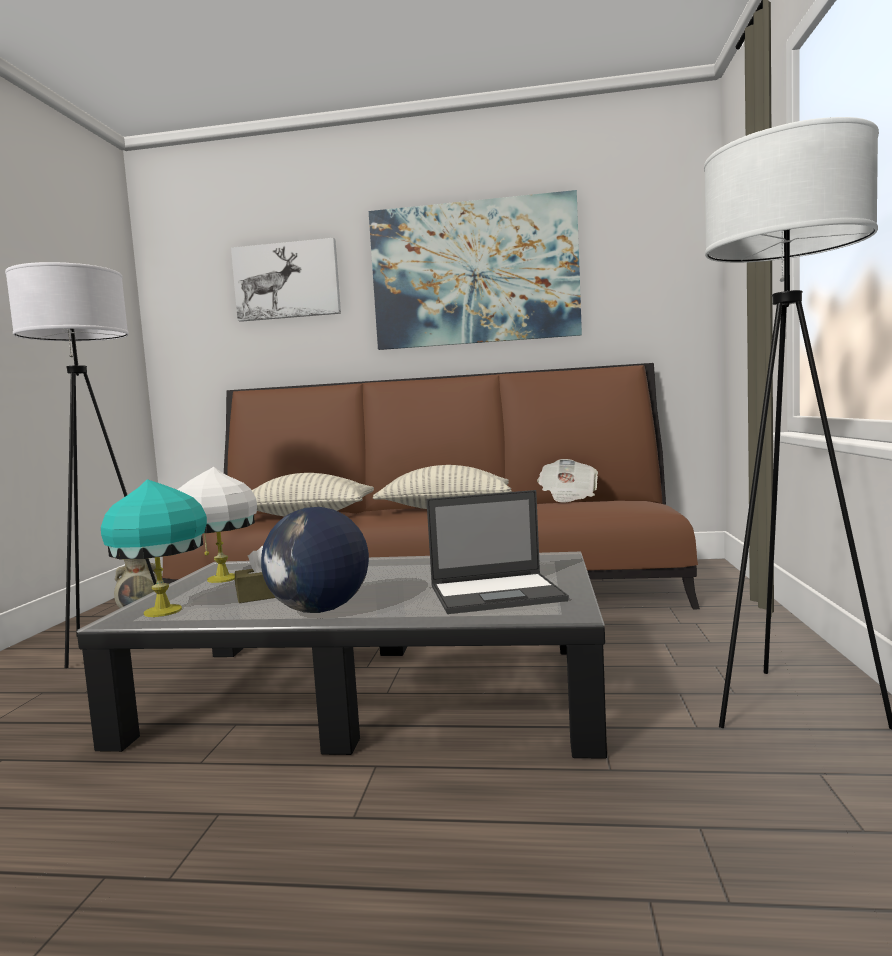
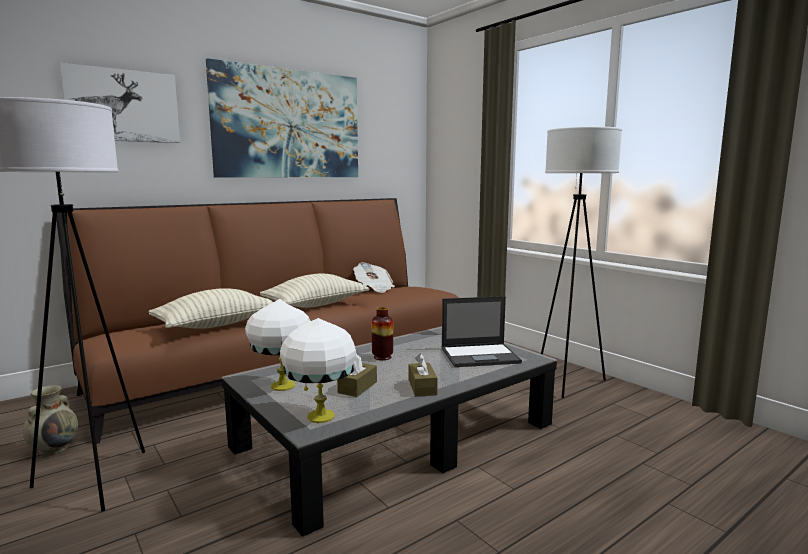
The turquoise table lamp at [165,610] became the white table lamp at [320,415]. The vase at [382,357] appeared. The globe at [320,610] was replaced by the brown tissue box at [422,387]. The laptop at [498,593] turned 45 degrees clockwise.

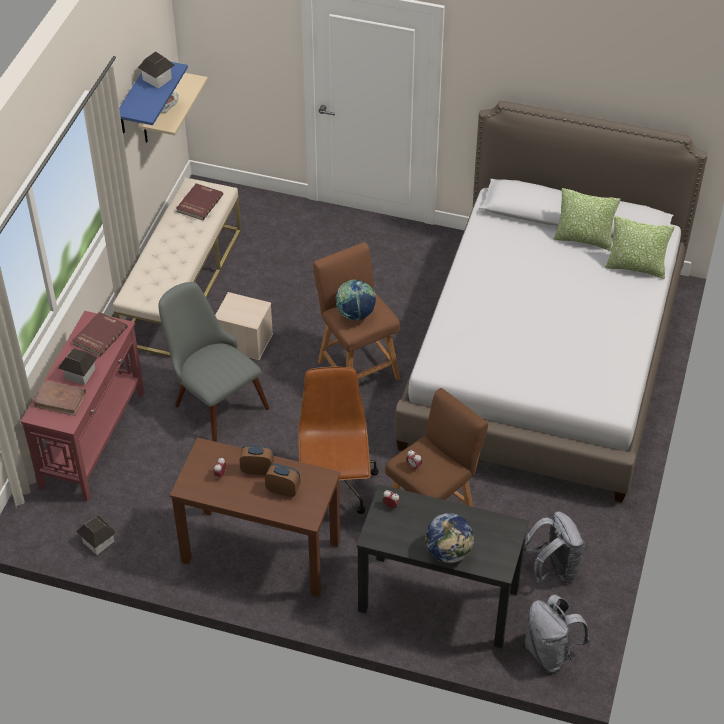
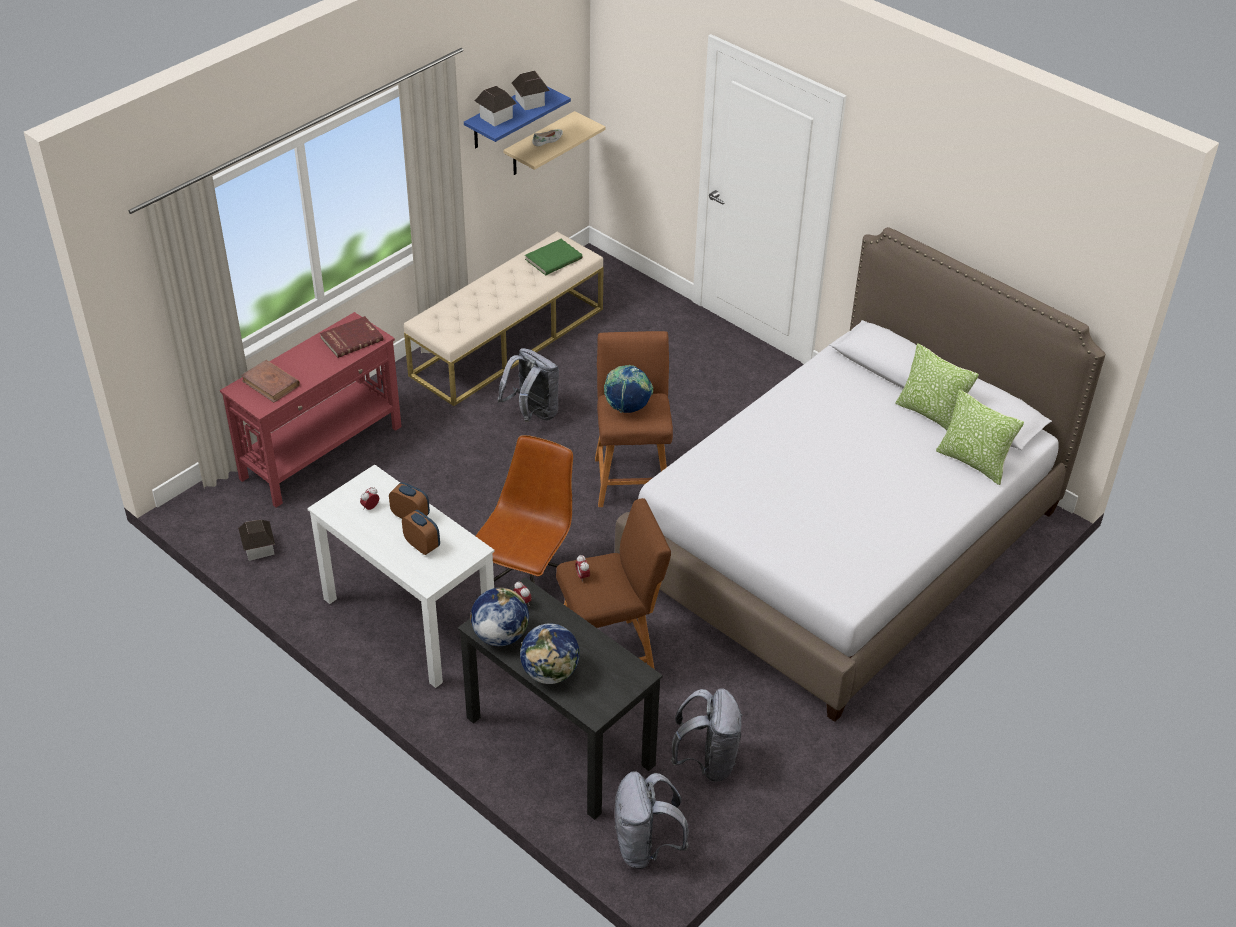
The brown desk at [260,551] became the white desk at [408,619]. The globe at [500,635] appeared. The toy house moved from [80,374] to [496,117]. The beige storage box at [244,341] was replaced by the grey backpack at [532,414]. The red book at [199,203] became the green book at [553,258]. The grey chair at [213,400] disappeared.

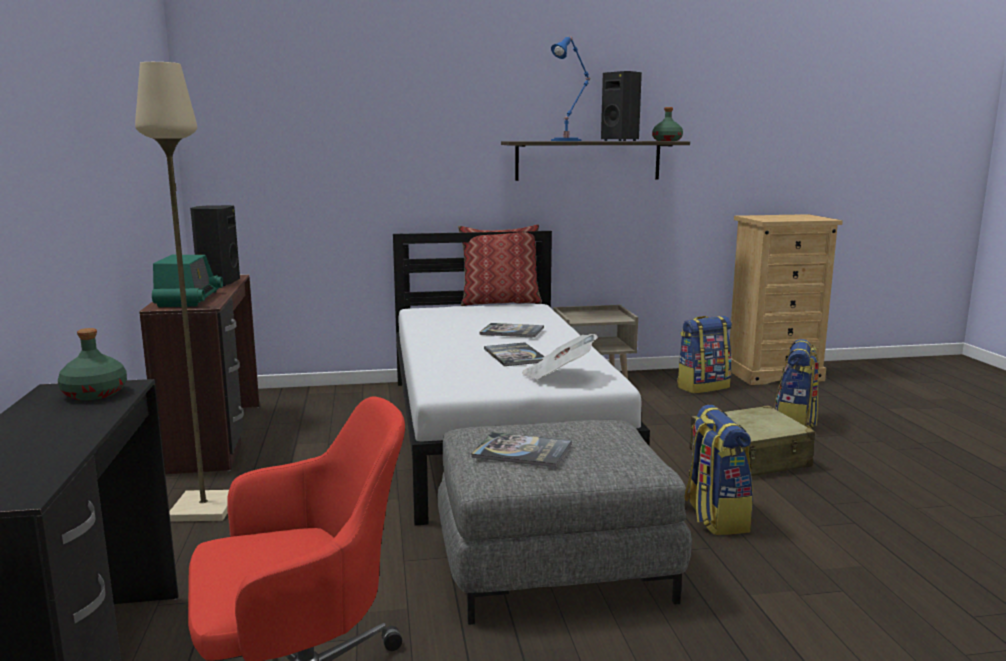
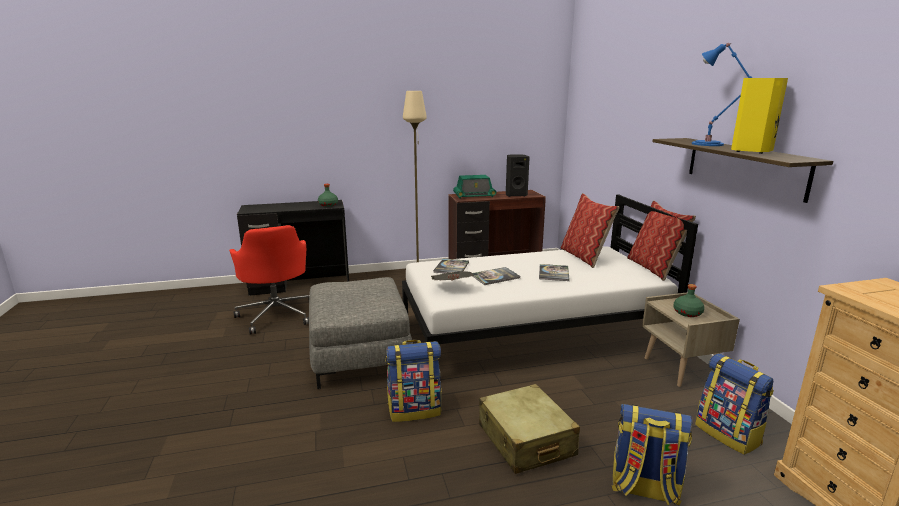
The book moved from [522,451] to [451,267]. The pillow at [584,257] appeared. The green bottle moved from [667,140] to [687,313]. The black speaker at [621,140] became the yellow speaker at [752,151].

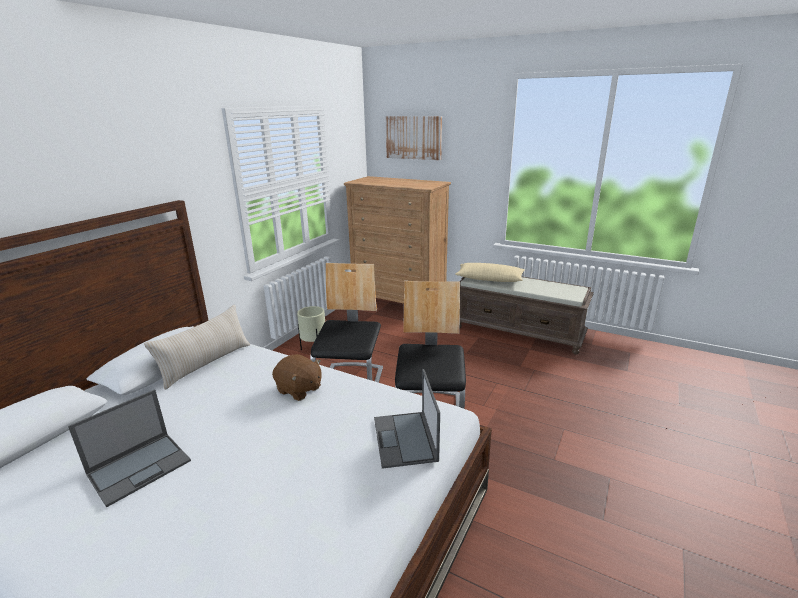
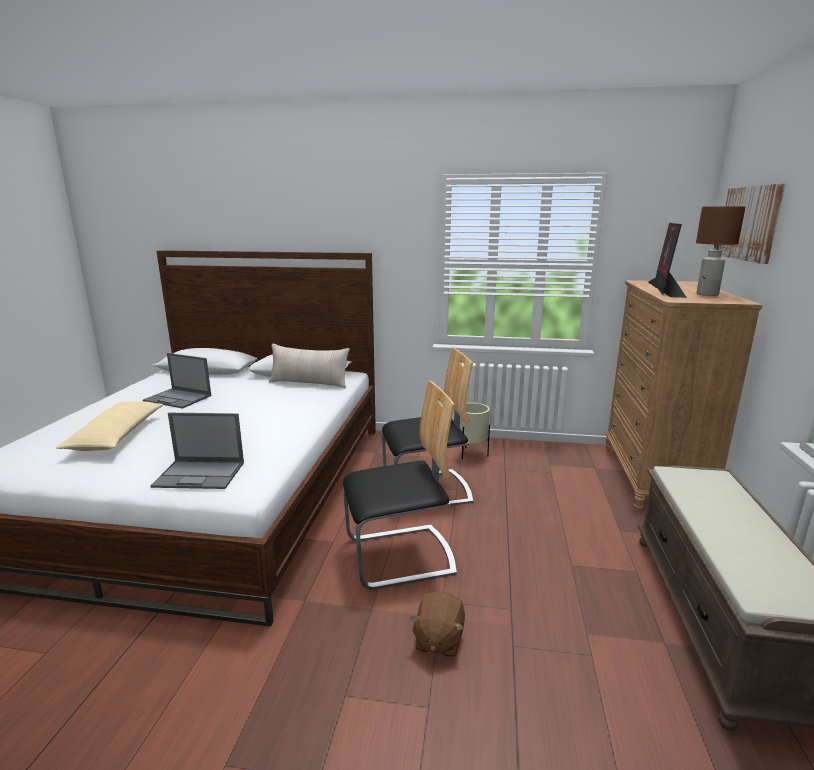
The beige pillow moved from [489,279] to [117,436]. The laptop at [405,439] turned 150 degrees counterclockwise. The brown plush toy moved from [299,390] to [438,640]. The monitor at [665,289] appeared. The brown table lamp at [707,294] appeared.

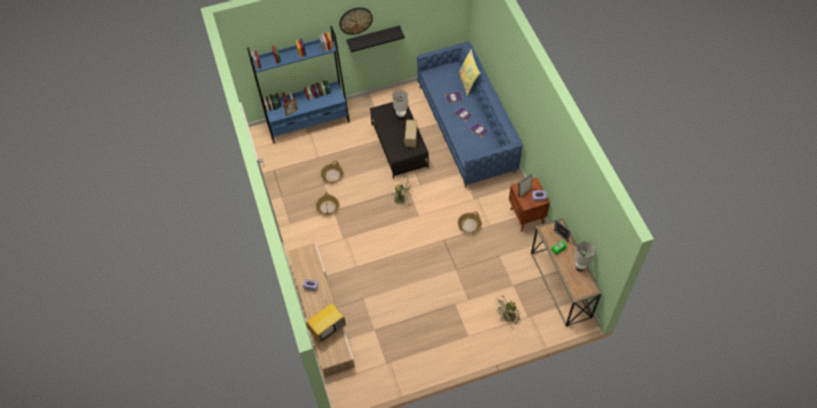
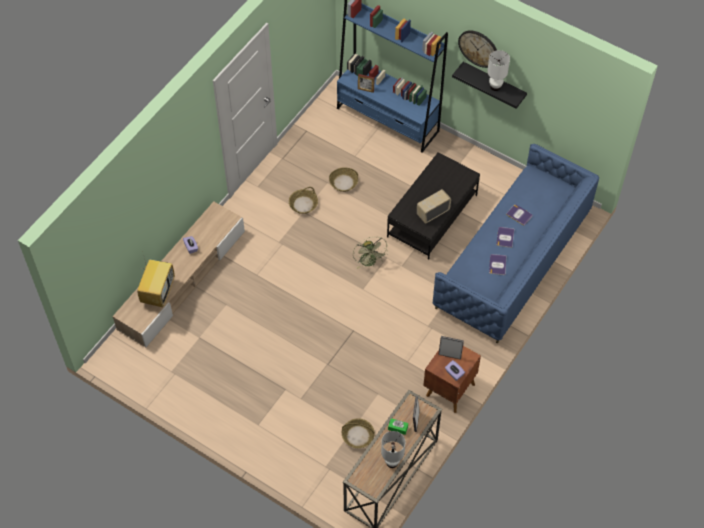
The television at [328,328] turned 90 degrees counterclockwise. The basket moved from [469,225] to [357,436]. The white table lamp moved from [401,116] to [495,87]. The yellow pillow at [468,82] disappeared. The green fan at [507,318] disappeared.

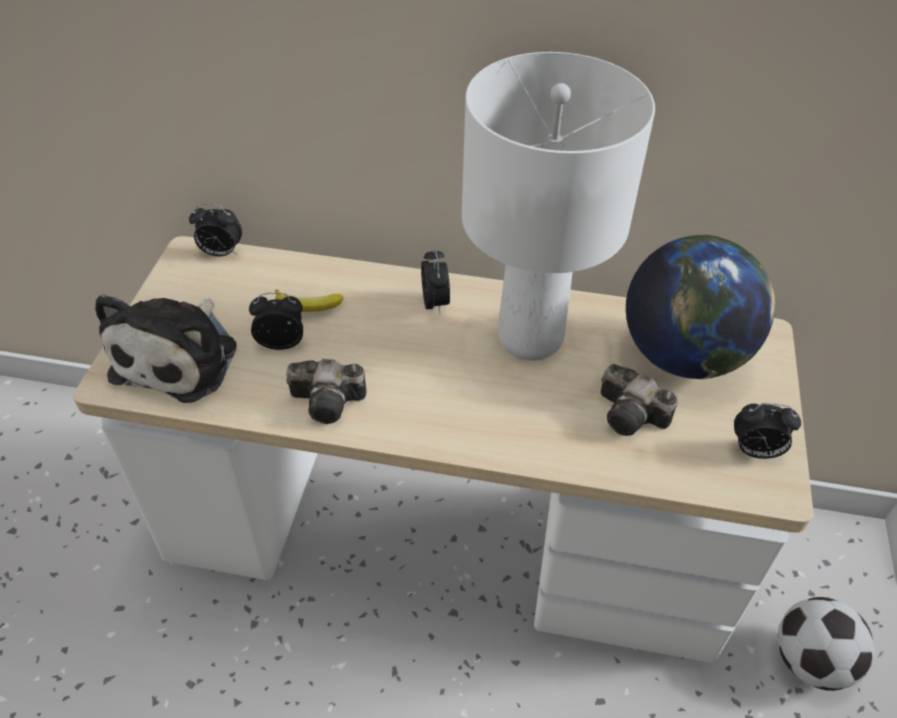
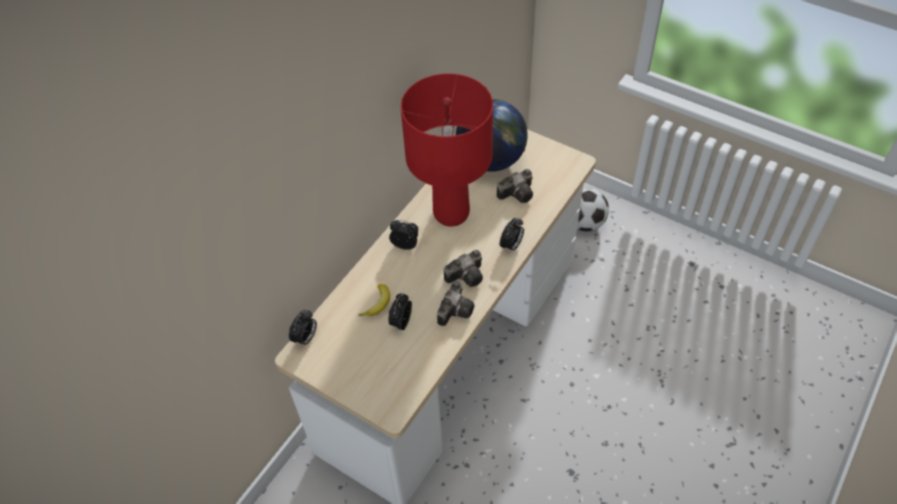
The white table lamp at [528,338] became the red table lamp at [451,214]. The photo camera at [467,275] appeared. The alarm clock moved from [754,451] to [511,246]. The plush toy at [180,357] disappeared.

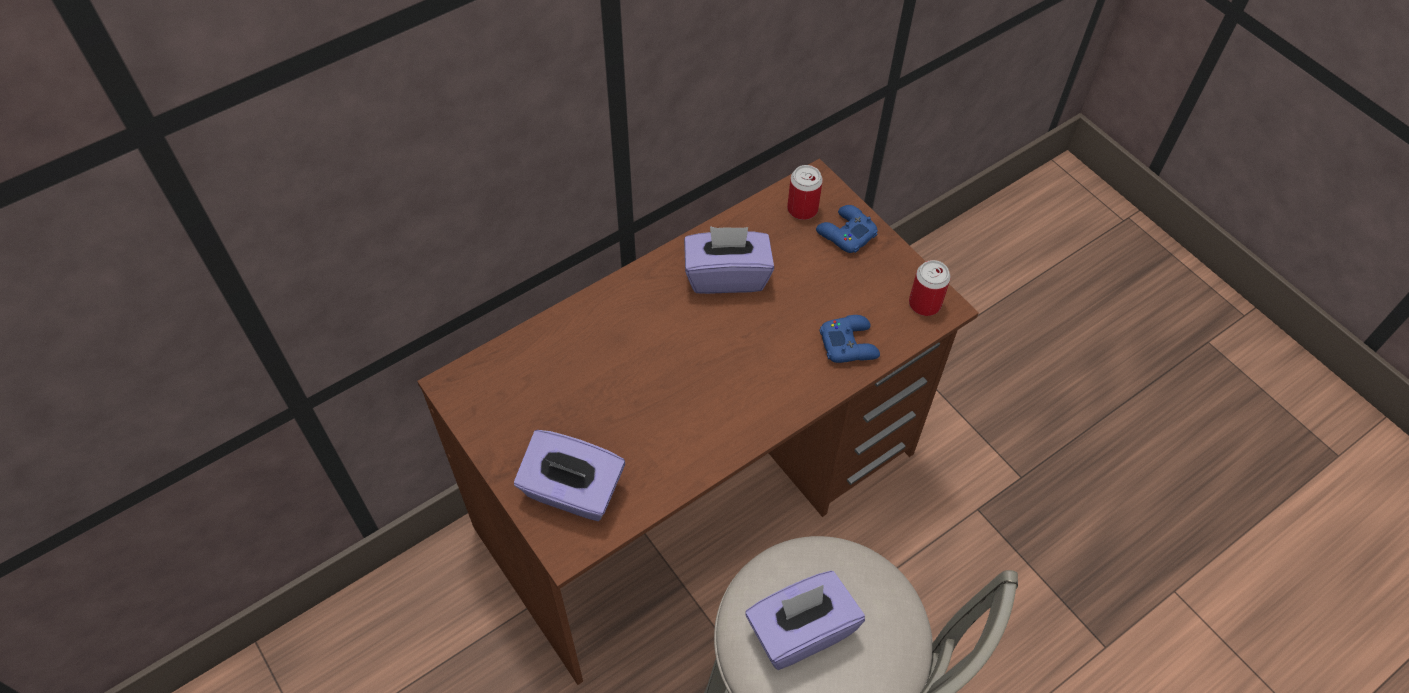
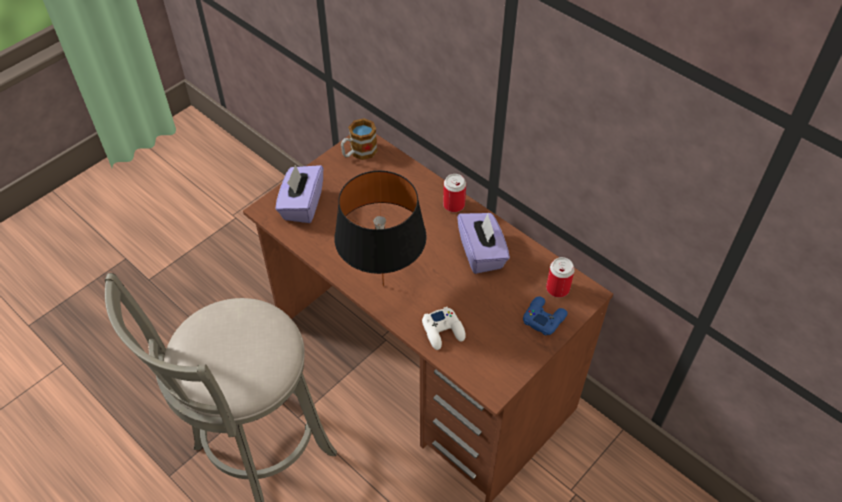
The black table lamp at [384,285] appeared. The mug at [359,153] appeared. The blue game controller at [849,344] became the white game controller at [443,331]. The can moved from [924,304] to [454,205]. The purple tissue box at [800,630] disappeared.

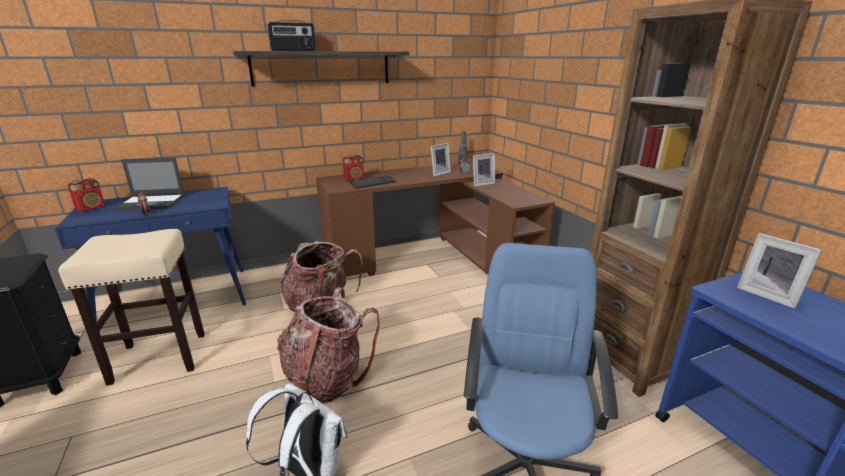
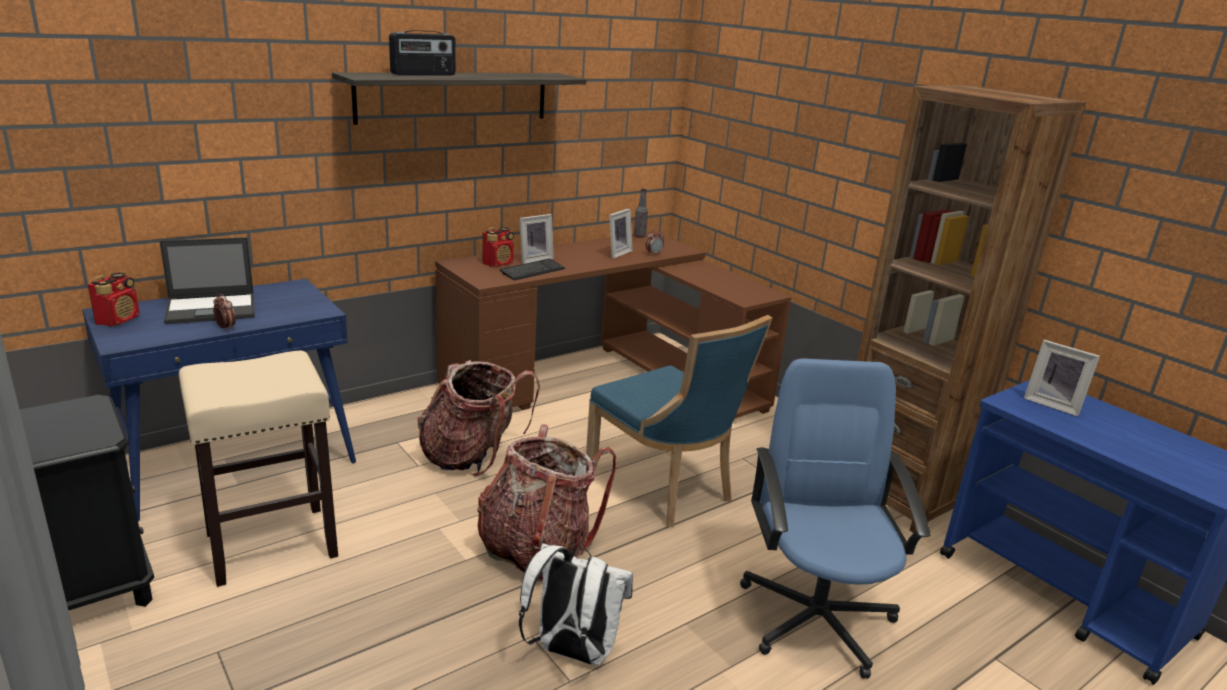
The picture frame moved from [482,184] to [534,259]. The blue chair at [665,488] appeared.

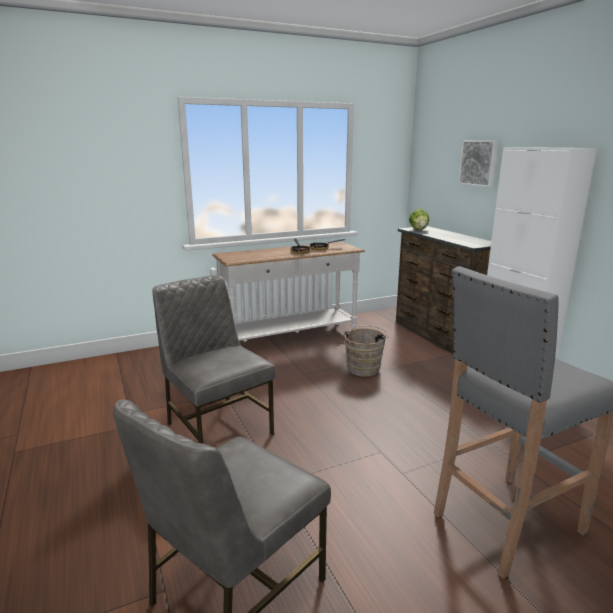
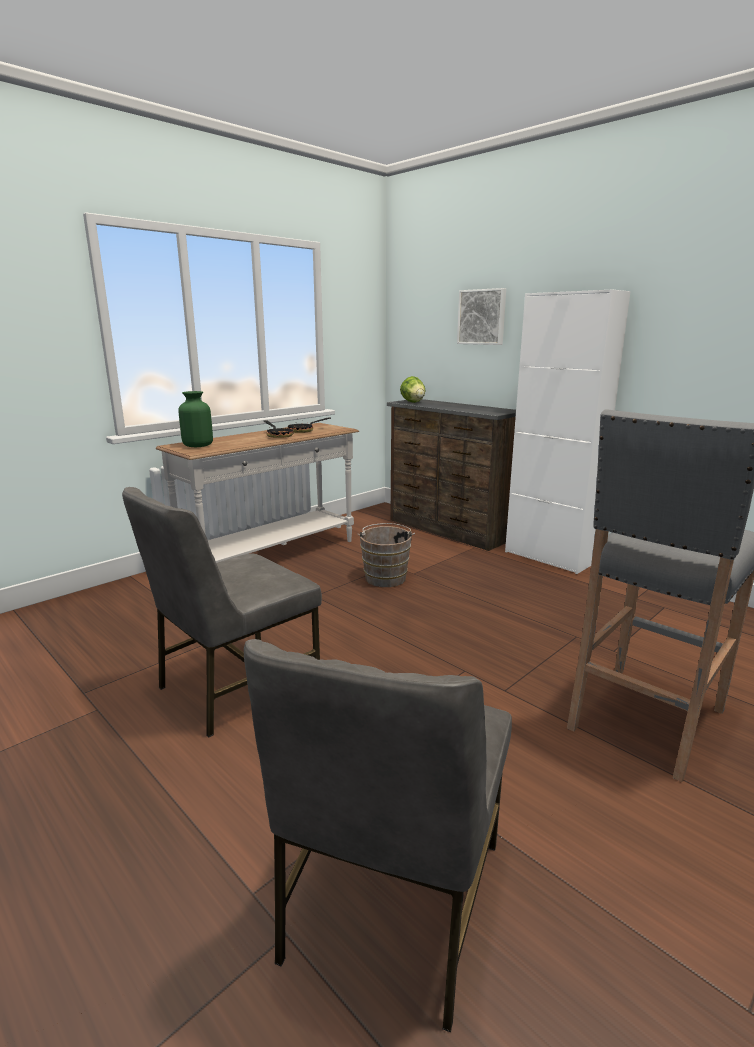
The grey chair at [217,428] turned 75 degrees counterclockwise. The green vase at [198,445] appeared.

